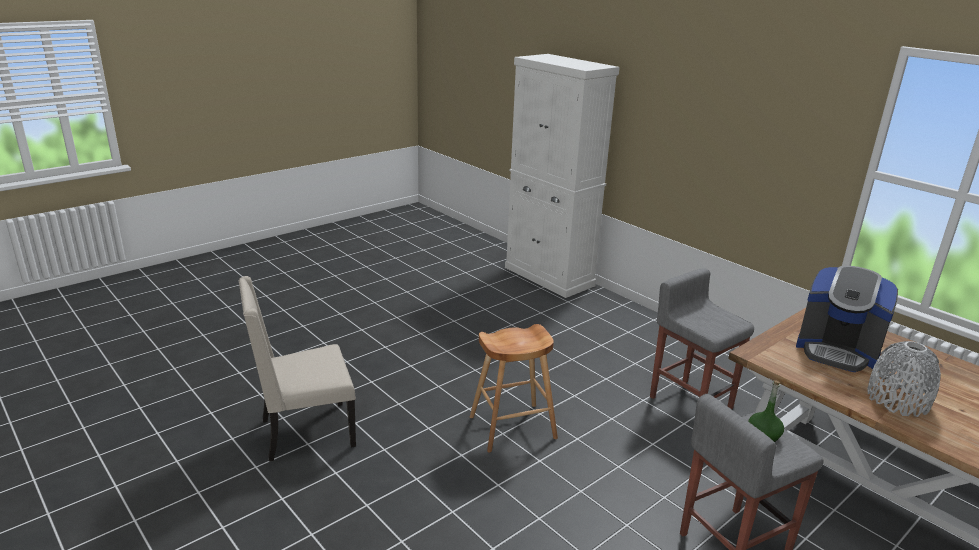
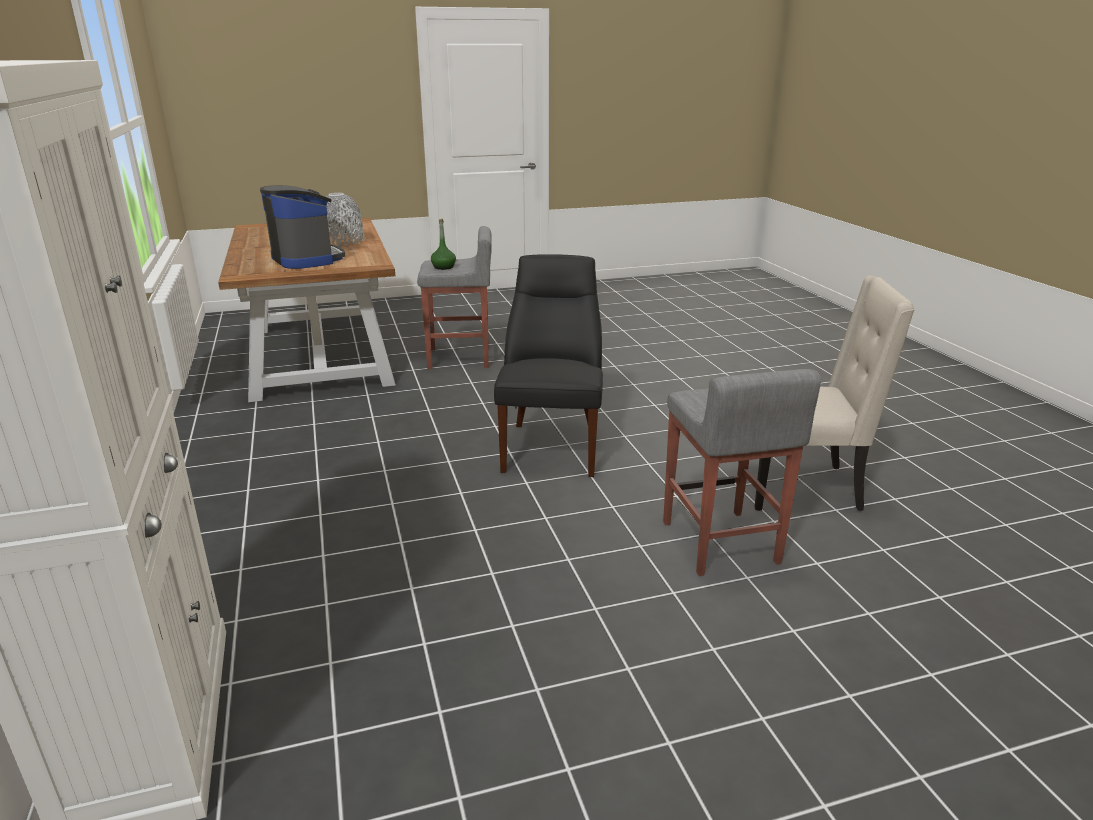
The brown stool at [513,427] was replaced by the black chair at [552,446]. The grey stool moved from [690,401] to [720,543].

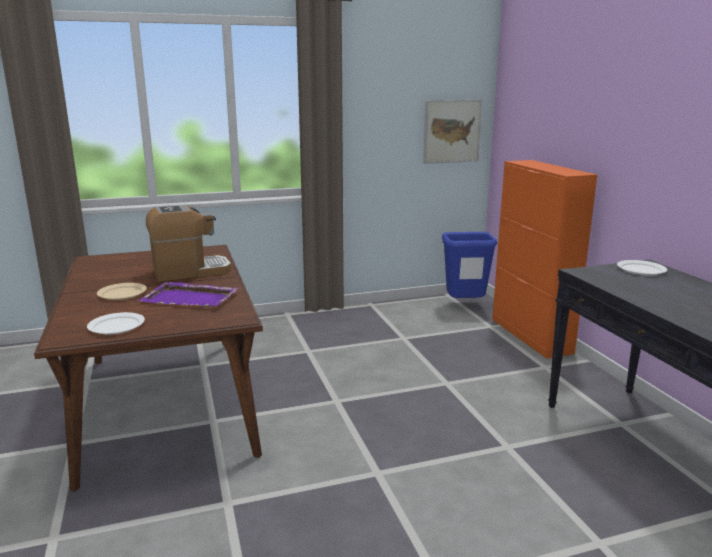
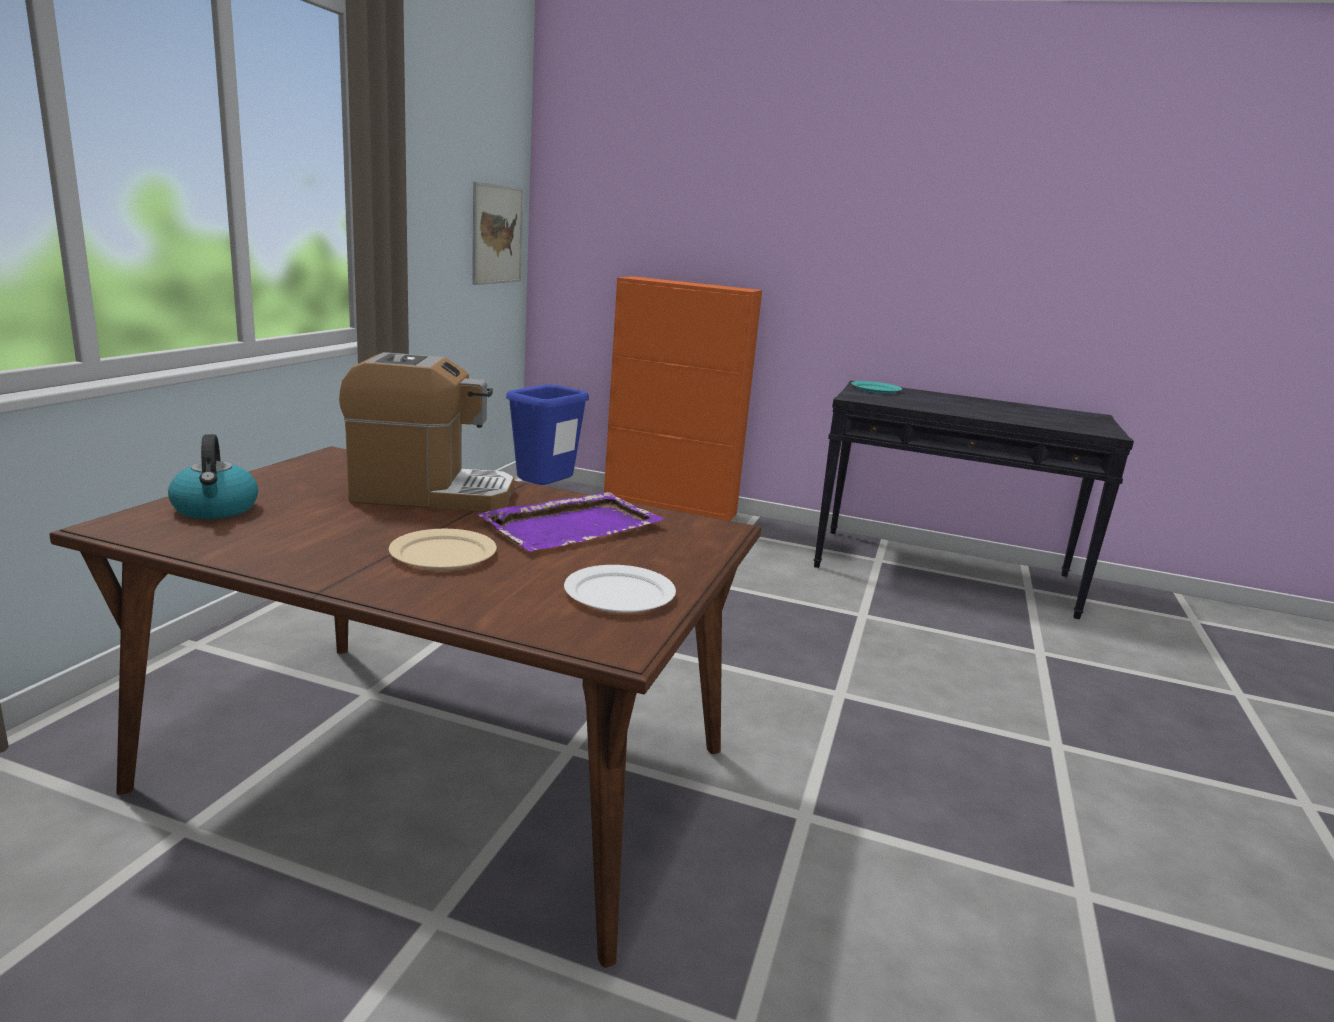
The kettle at [216,509] appeared. The coffee machine at [190,271] turned 75 degrees clockwise. The white plate at [641,269] became the turquoise plate at [875,389].

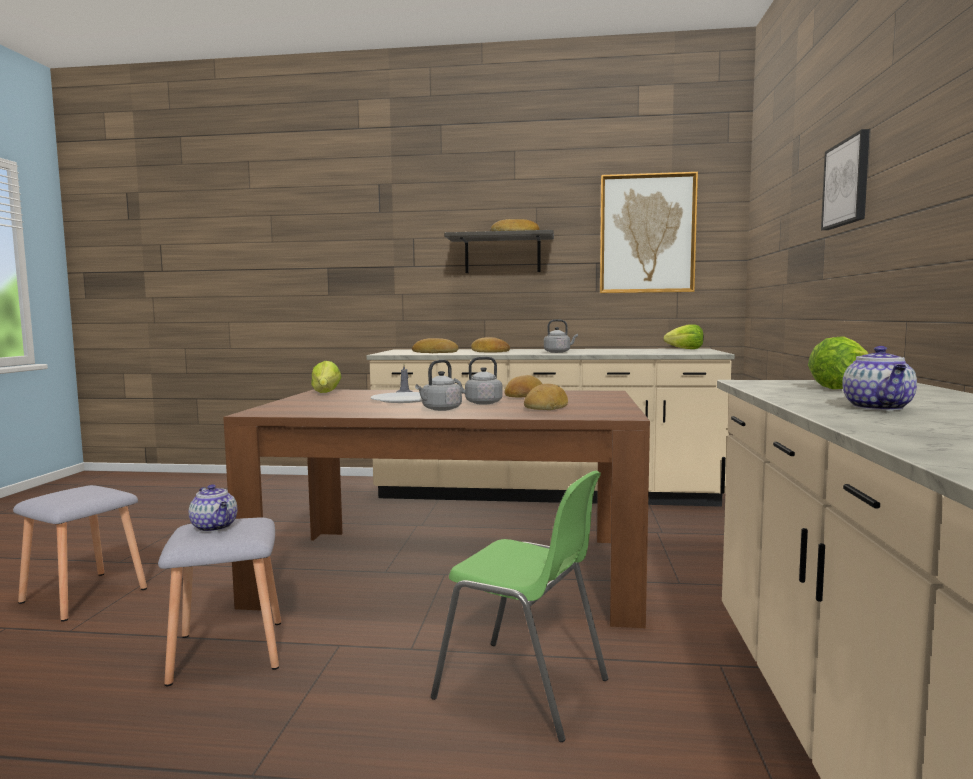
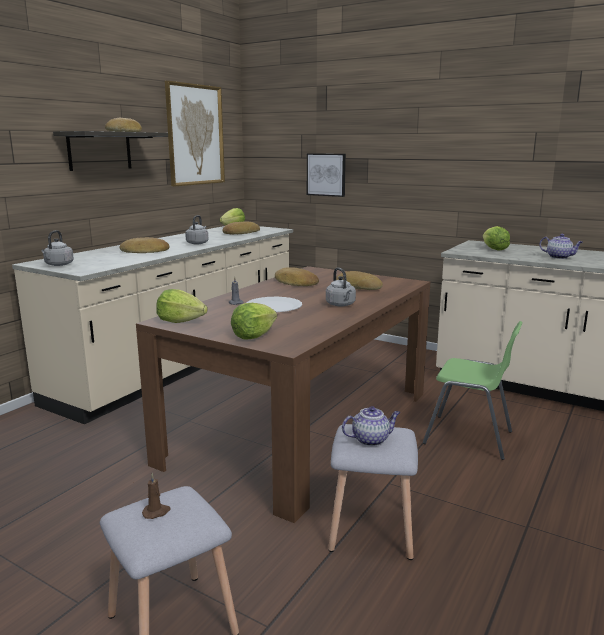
The grey kettle moved from [481,403] to [58,265]. The brown candle at [156,512] appeared. The bread moved from [435,352] to [240,233]. The lettuce at [253,336] appeared. The picture moved from [847,183] to [326,174]. The green chair at [523,689] turned 60 degrees clockwise.

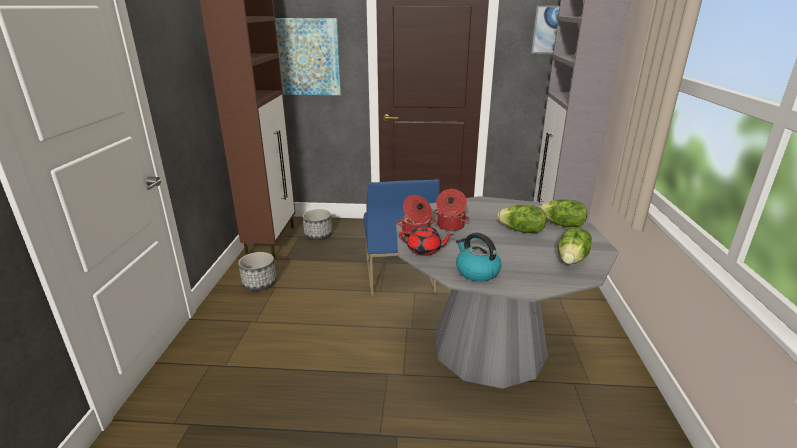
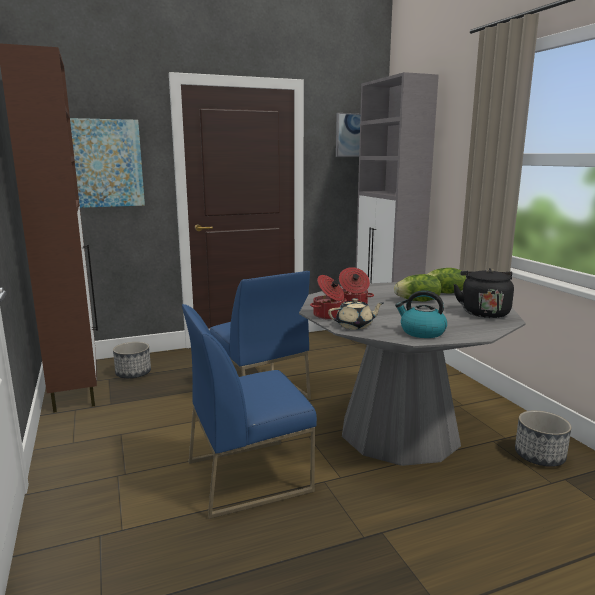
The blue chair at [249,475] appeared. The red teapot at [425,250] became the beige teapot at [355,326]. The lettuce at [572,259] was replaced by the black kettle at [483,312]. The planter moved from [259,284] to [540,456].

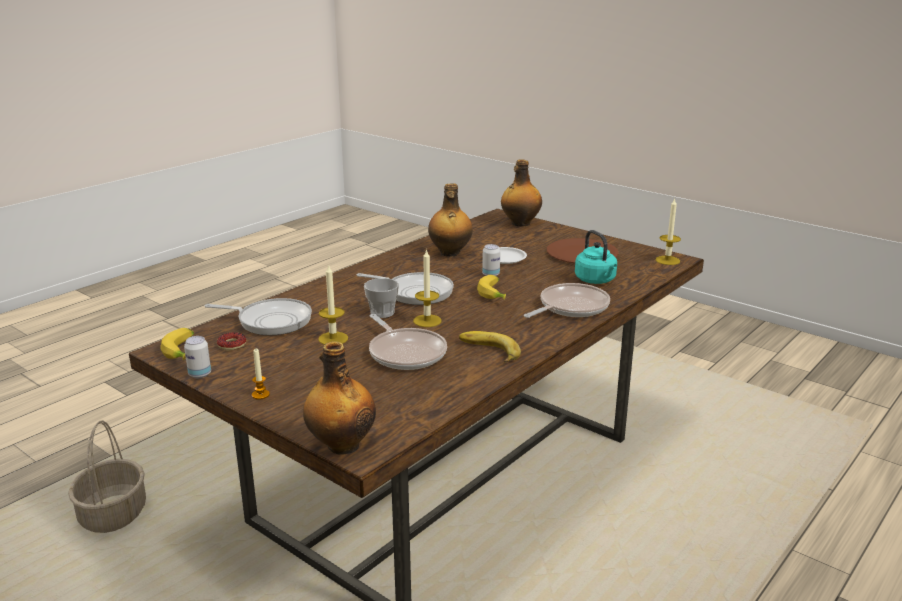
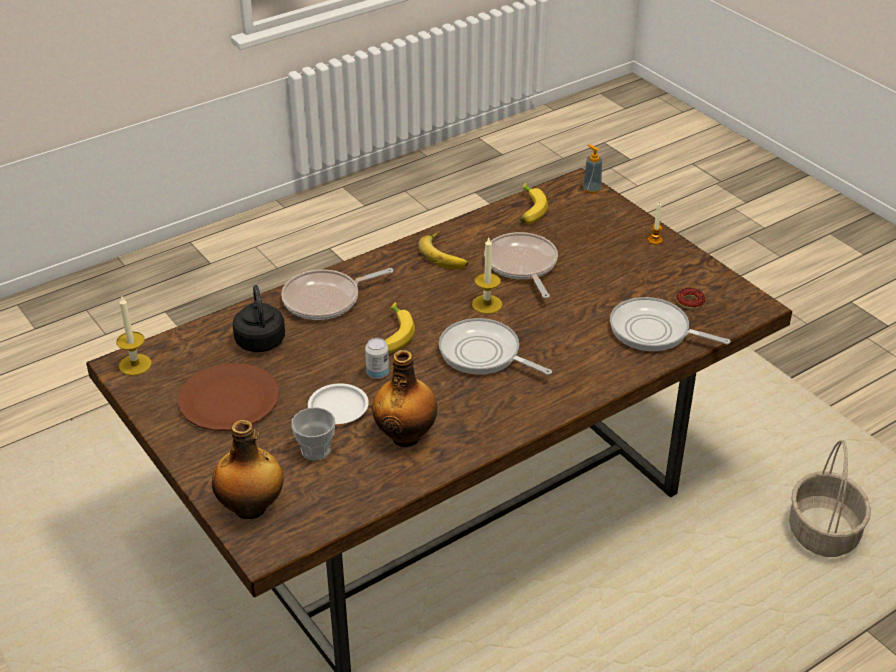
The turquoise kettle at [596,280] became the black kettle at [260,339]. The cup moved from [382,313] to [315,450]. The banana moved from [183,352] to [528,210]. The bottle at [341,445] was replaced by the soap dispenser at [591,189]. The can at [200,374] disappeared. The candle at [333,338] disappeared.

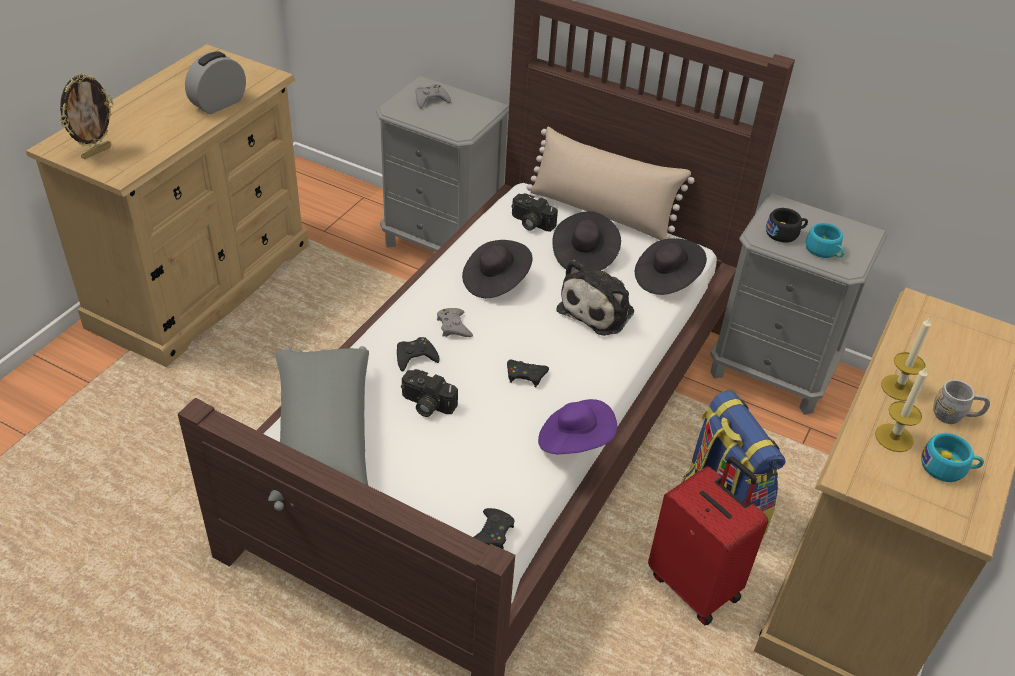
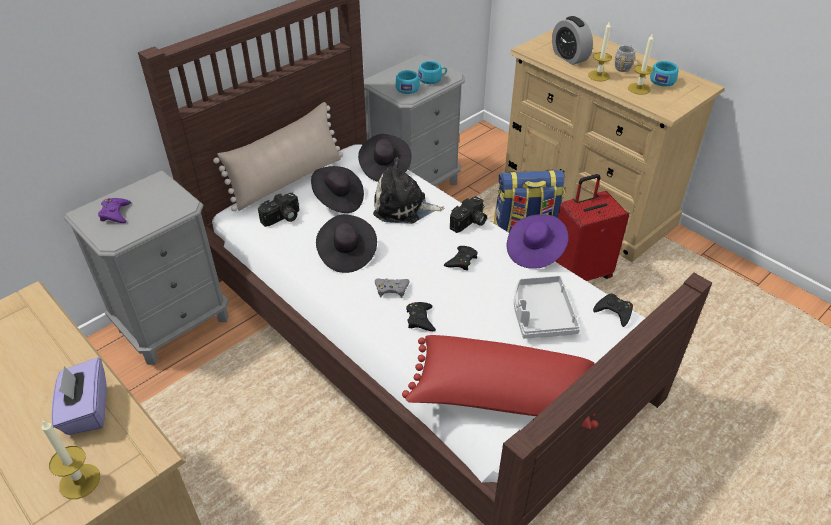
The picture frame at [96,152] was replaced by the candle at [79,481]. The purple tissue box at [86,410] appeared. The grey game controller at [431,100] became the purple game controller at [115,214]. The plush toy at [599,309] turned 135 degrees clockwise. The black cup at [785,233] became the turquoise cup at [407,87]. The grey pillow at [322,439] became the red pillow at [500,397]. The photo camera moved from [426,404] to [469,223]. The grey tray at [541,315] appeared. The alarm clock moved from [219,104] to [569,57].

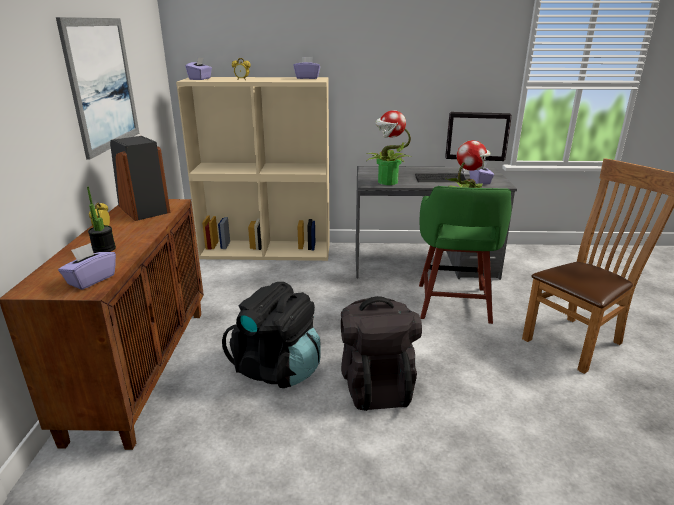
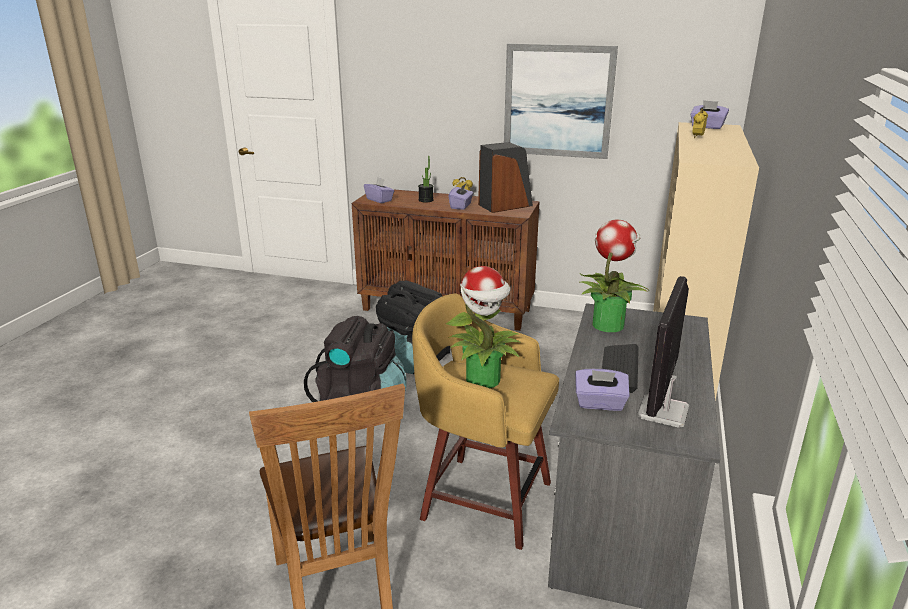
The green stool at [453,304] became the yellow stool at [482,498]. The purple tissue box moved from [307,78] to [461,206].

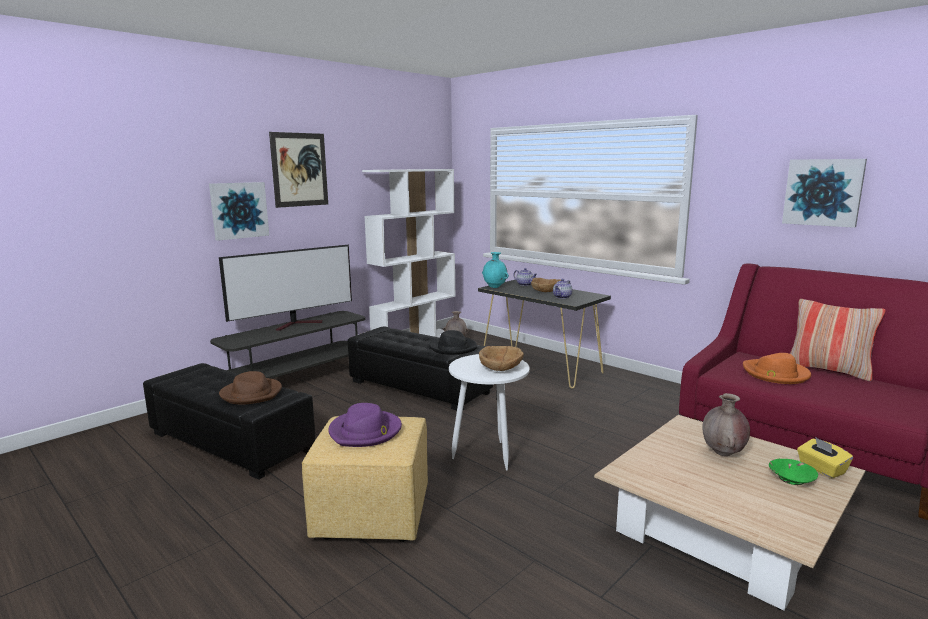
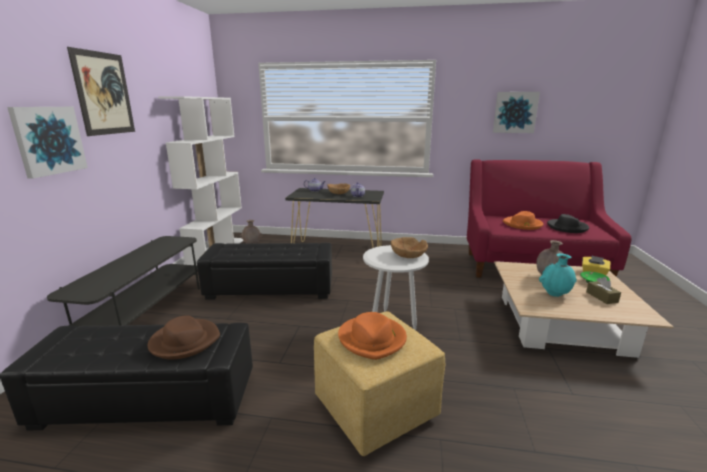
The purple hat at [365,432] became the orange hat at [372,339]. The turquoise vase moved from [495,287] to [555,294]. The black hat moved from [453,348] to [567,227]. The brown tissue box at [601,297] appeared. The television at [298,324] disappeared. The pillow at [828,370] disappeared.

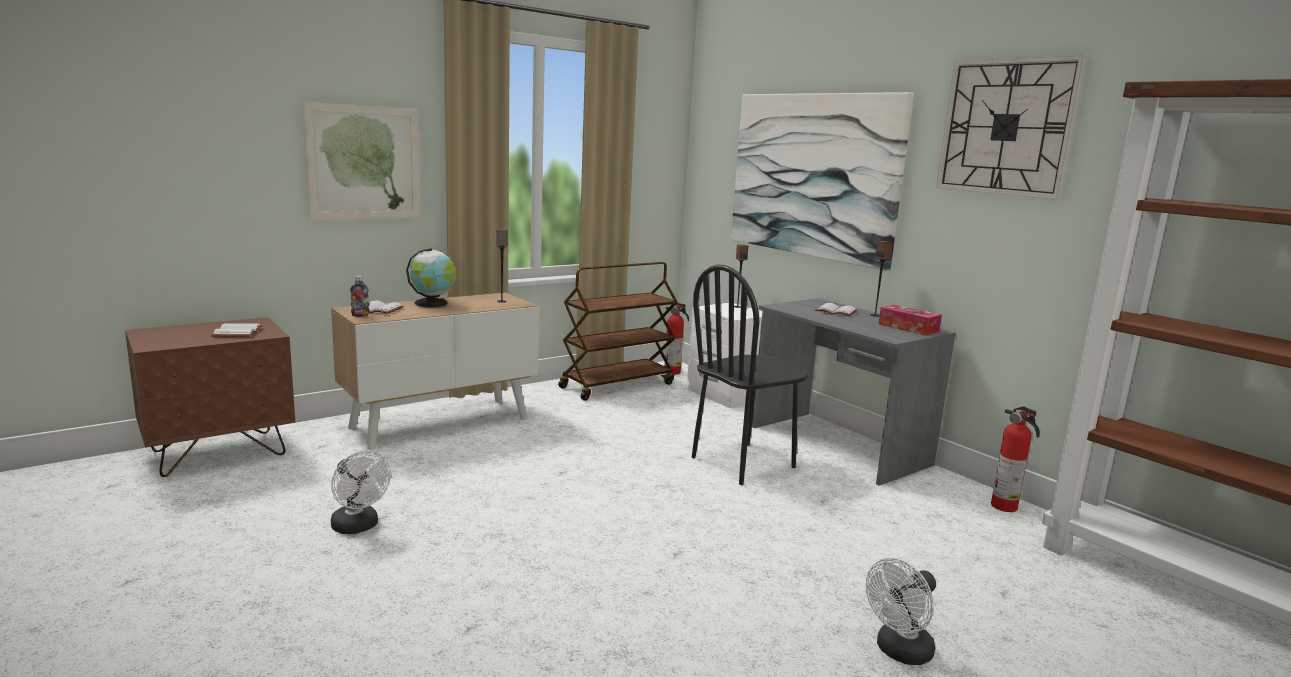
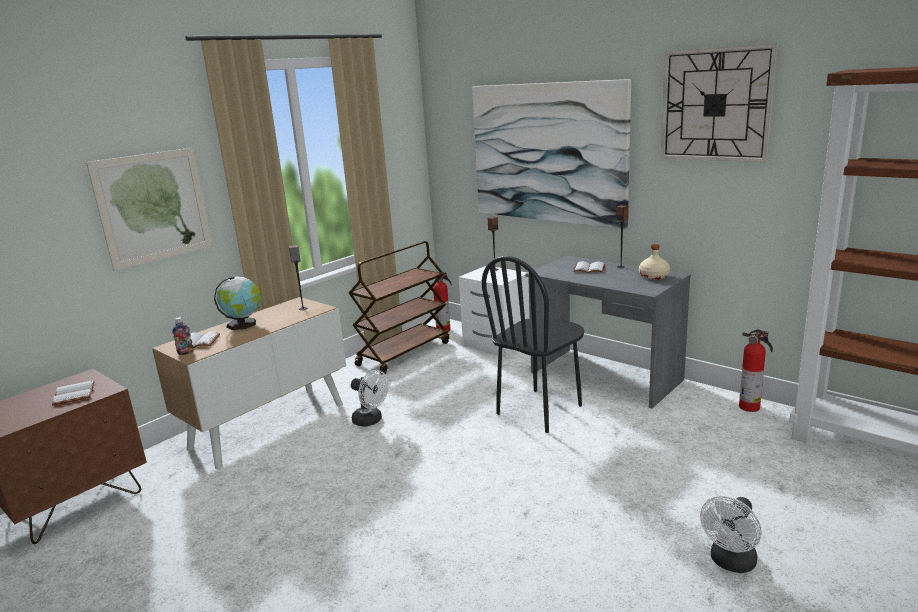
The white fan moved from [358,527] to [371,421]. The tissue box at [908,328] was replaced by the beige bottle at [653,276].

